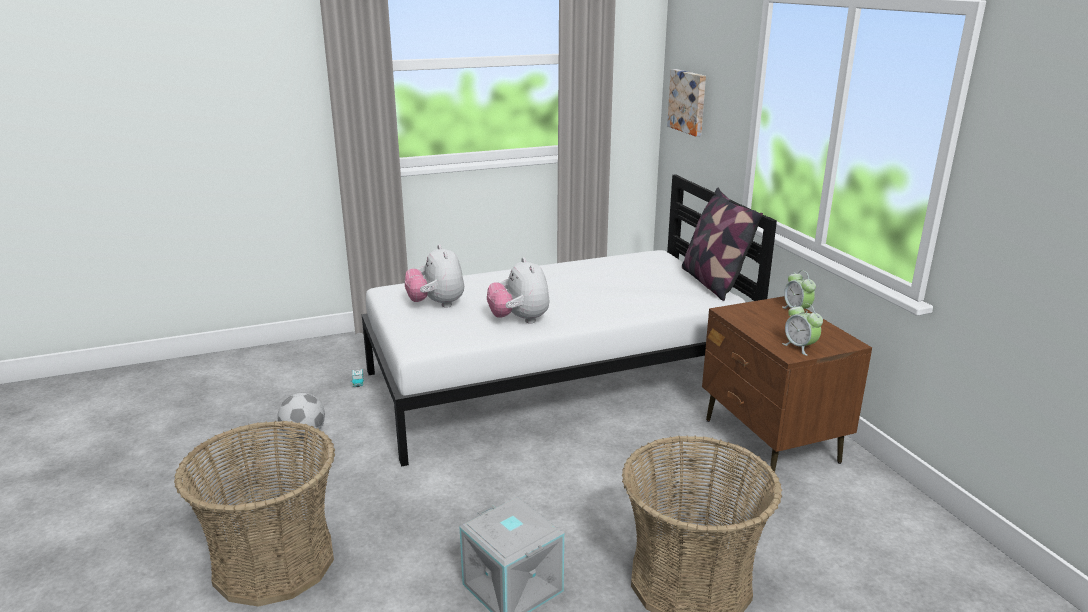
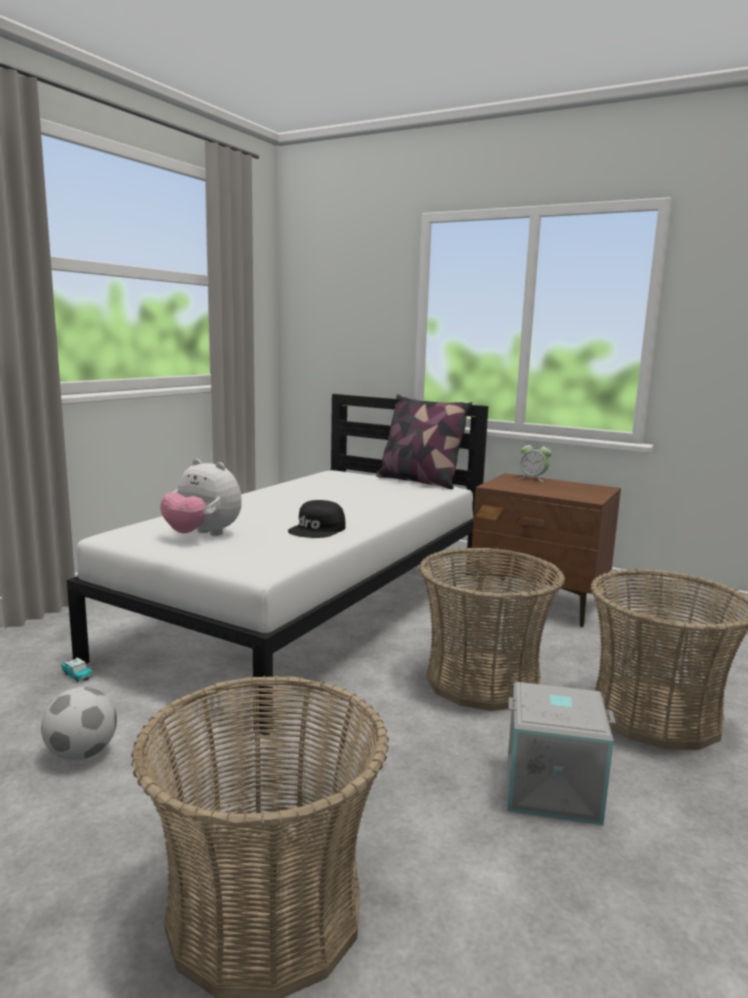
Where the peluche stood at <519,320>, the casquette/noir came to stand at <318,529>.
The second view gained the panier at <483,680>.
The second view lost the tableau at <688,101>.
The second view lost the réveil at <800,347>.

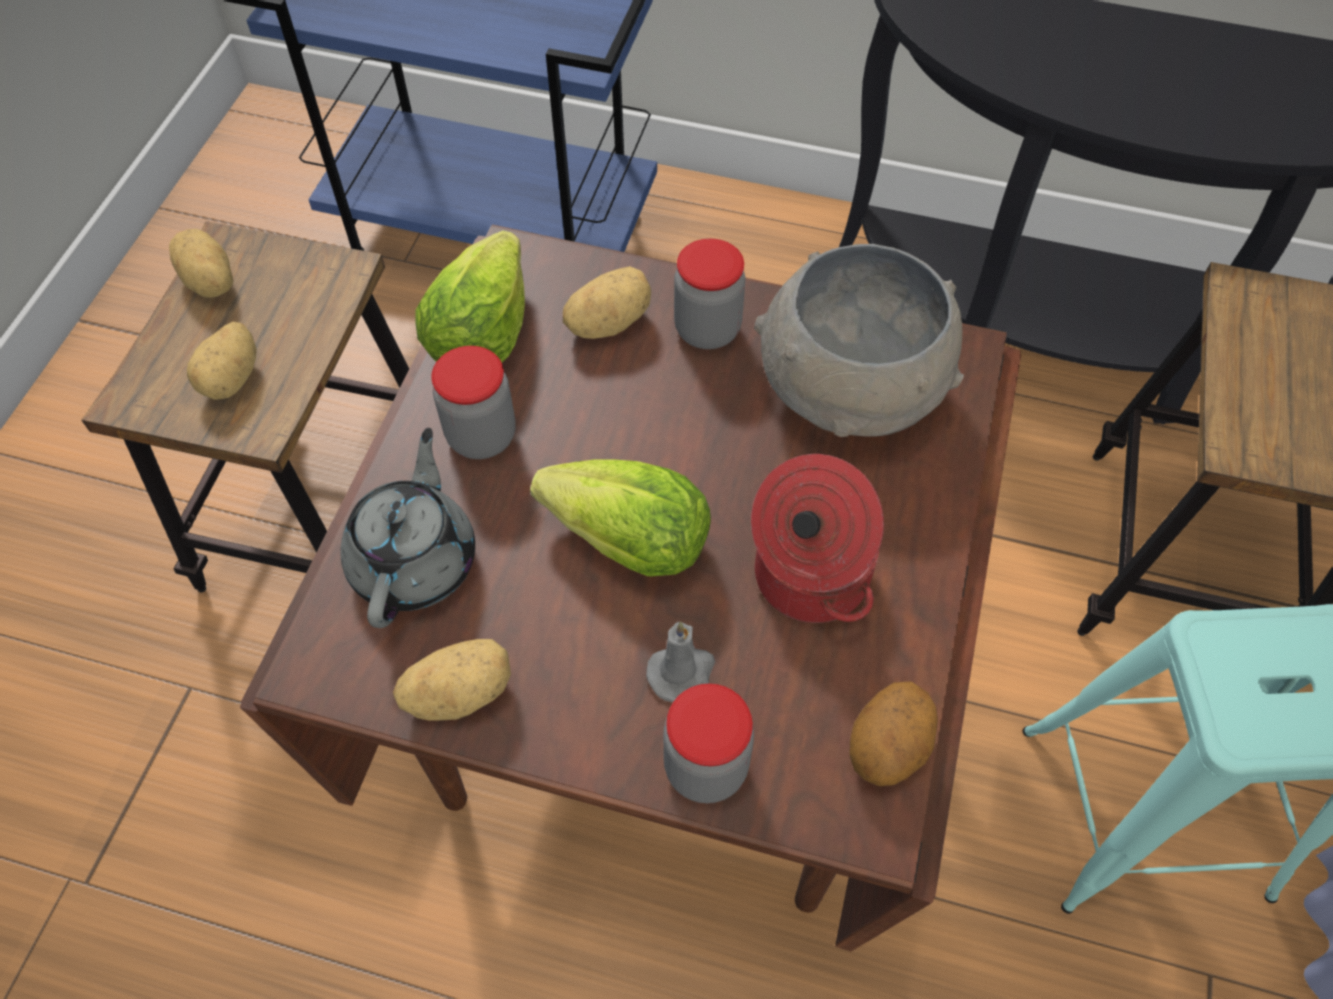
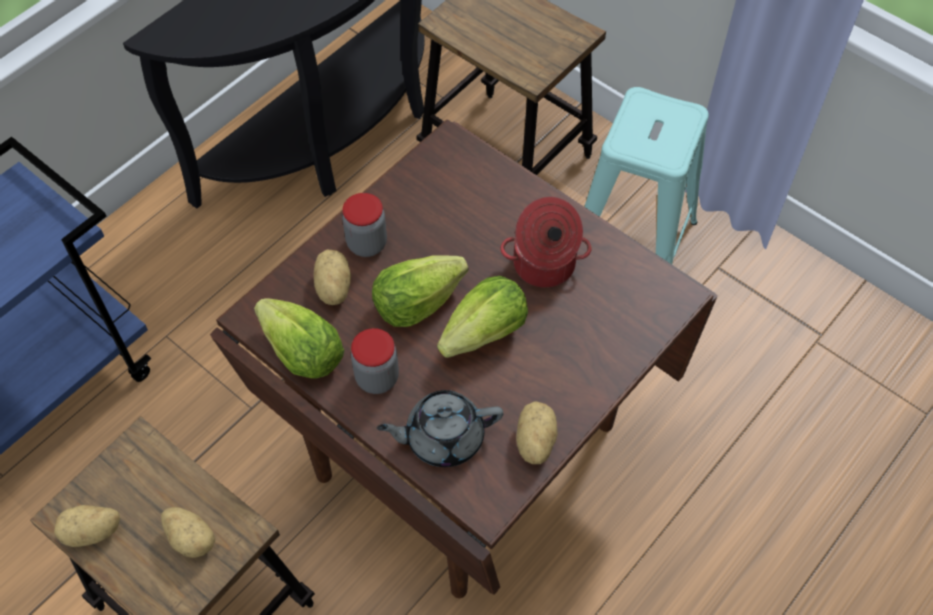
The second view gained the laitue at <416,303>.
The théière/gris at <415,560> ended up facing another way, 45 degrees counterclockwise from before.
The second view lost the bougie/gris at <682,672>.
The second view lost the bocal at <705,767>.
The second view lost the bol/gris at <850,389>.
The second view lost the pomme de terre at <888,748>.

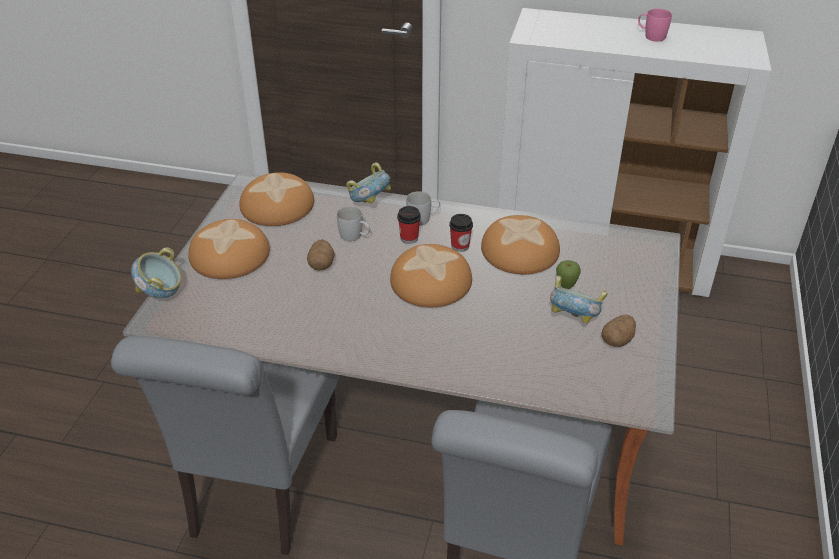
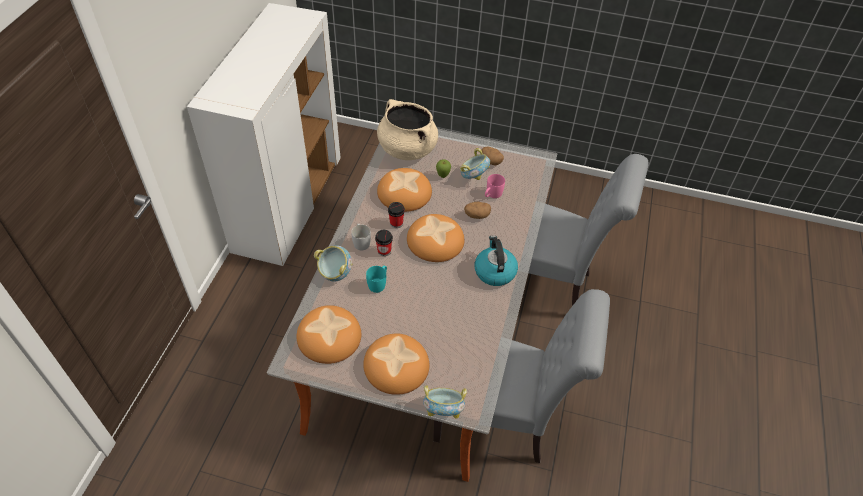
What was the mug/blanc at <355,236> turned into the mug/turquoise at <378,283>.
The second view gained the marmite/beige at <407,149>.
The pomme de terre ended up elsewhere, having gone from <321,264> to <476,215>.
The second view gained the bouilloire at <494,271>.
The mug/rose ended up elsewhere, having gone from <651,36> to <492,195>.

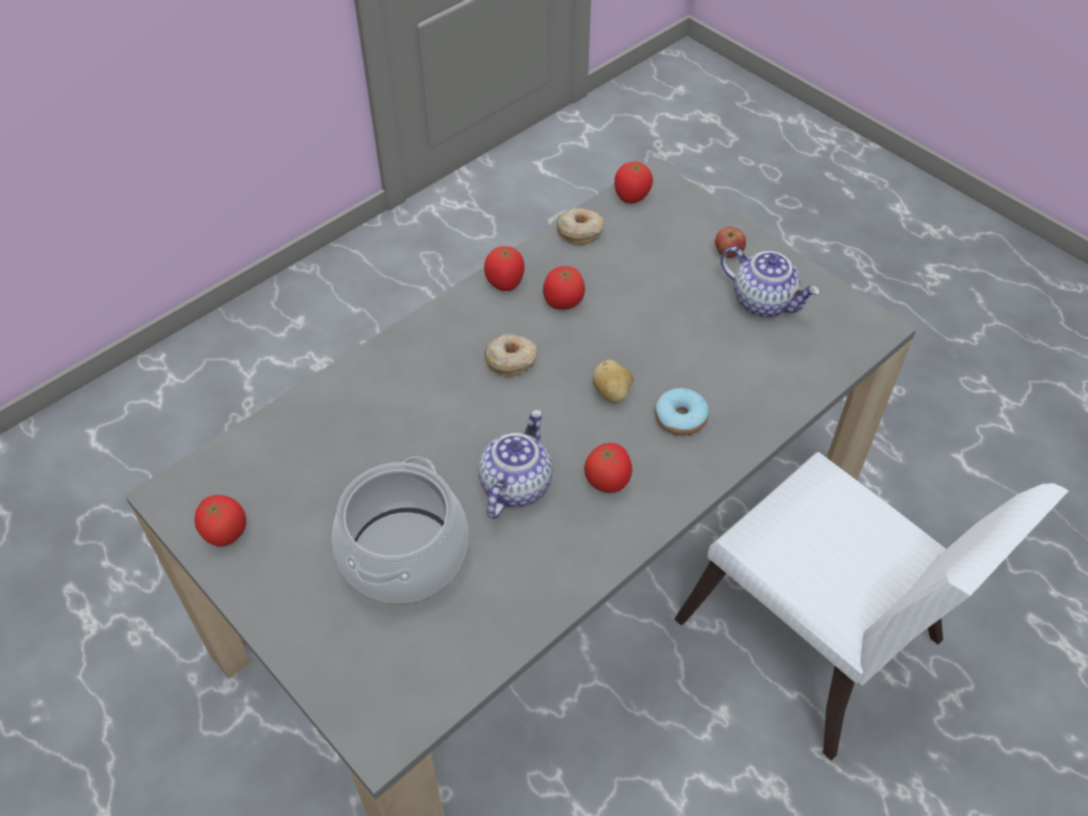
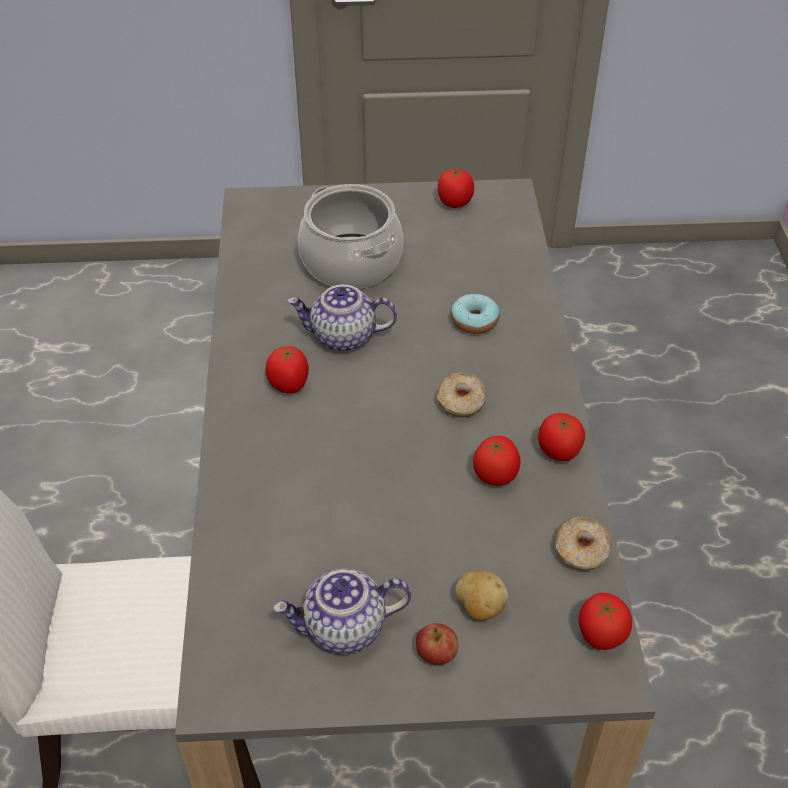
The théière at <515,485> ended up facing another way, 120 degrees clockwise from before.
The beignet ended up elsewhere, having gone from <680,418> to <474,320>.
The pomme de terre ended up elsewhere, having gone from <612,393> to <479,607>.

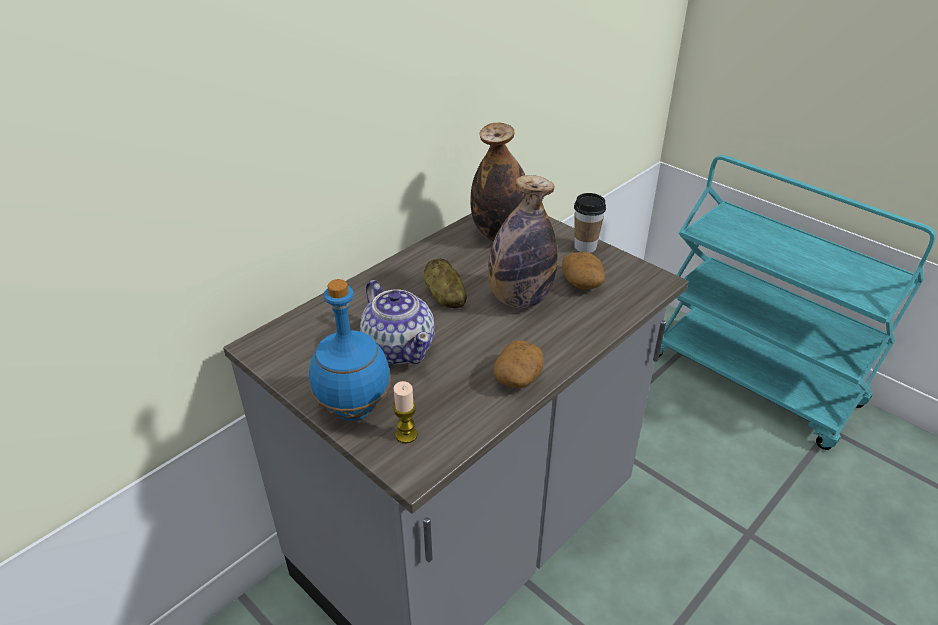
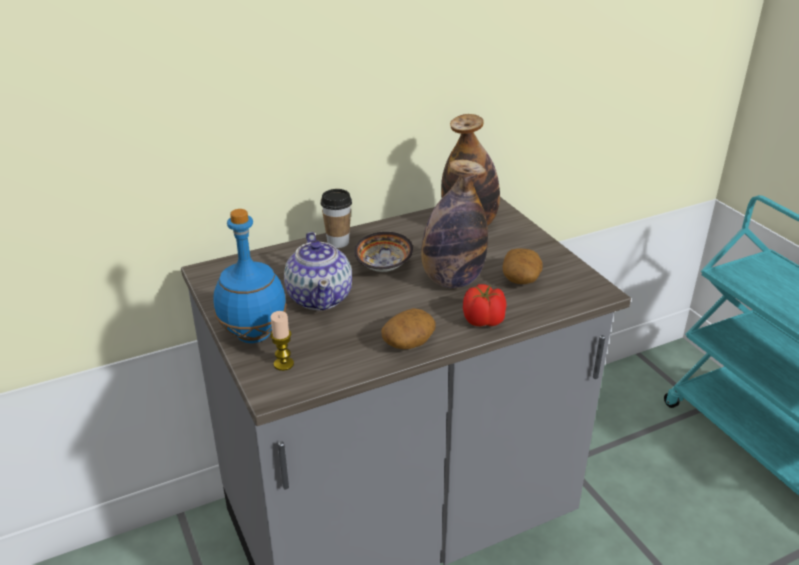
The tasse ended up elsewhere, having gone from <585,247> to <338,242>.
Where the pomme de terre stood at <445,297>, the bol came to stand at <385,265>.
The second view gained the tomate at <484,321>.

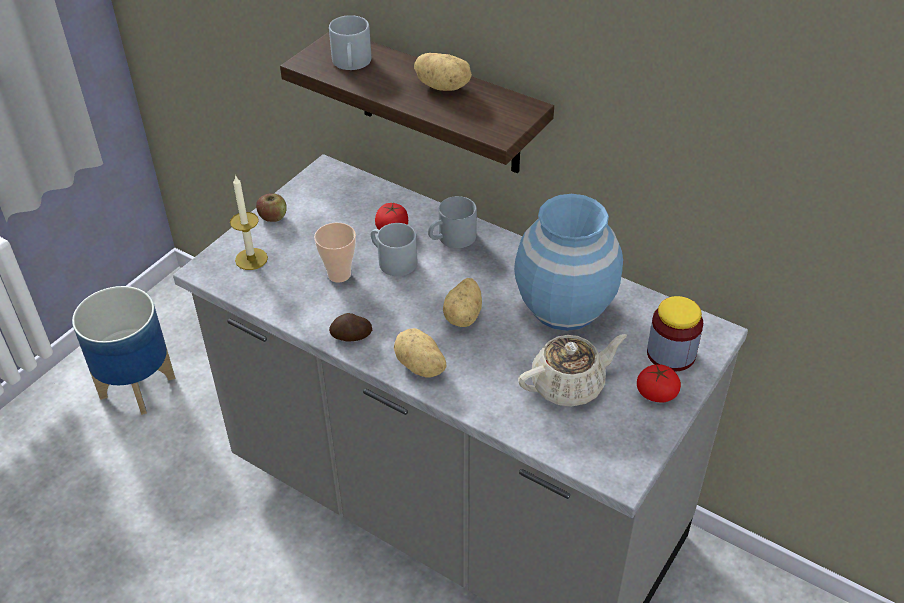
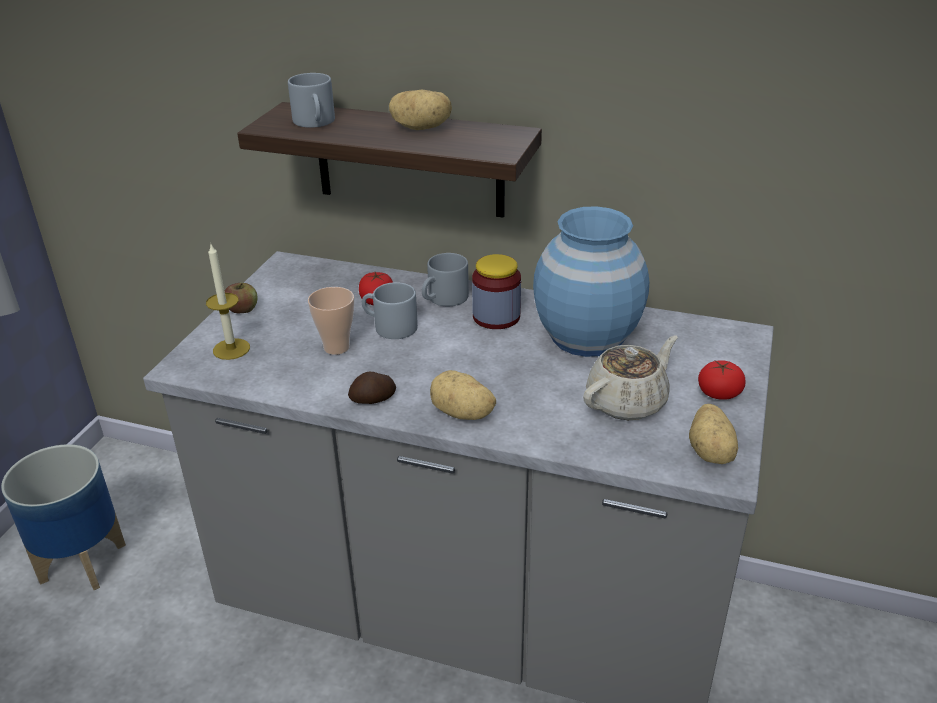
The bocal ended up elsewhere, having gone from <671,354> to <496,317>.
The pomme de terre ended up elsewhere, having gone from <464,316> to <711,452>.

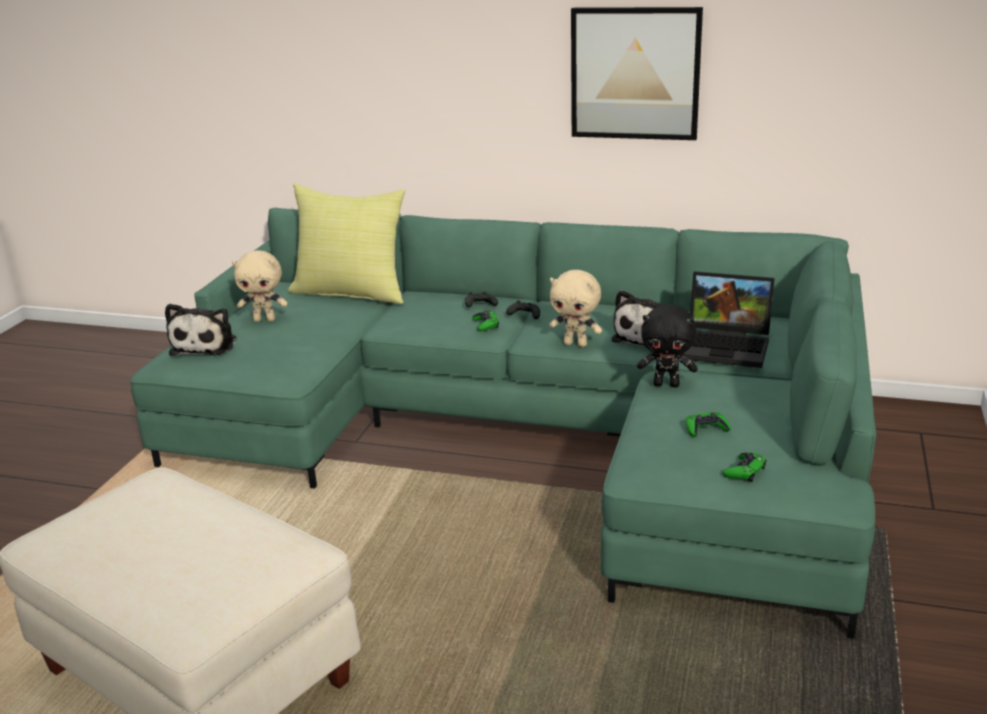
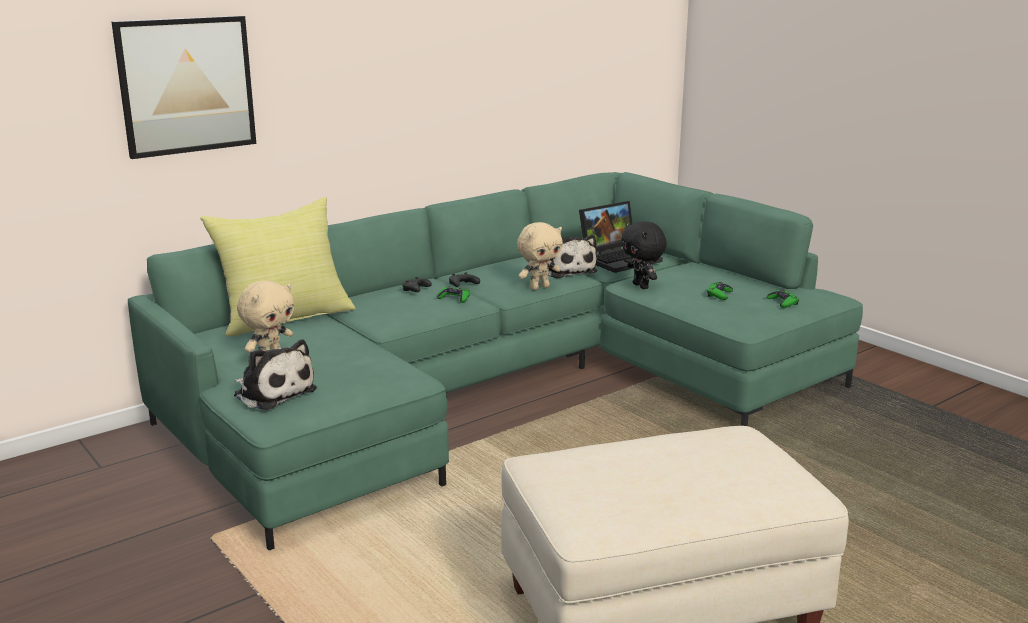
The tableau ended up elsewhere, having gone from <635,73> to <186,85>.
The peluche/noir at <667,384> ended up facing another way, 105 degrees clockwise from before.

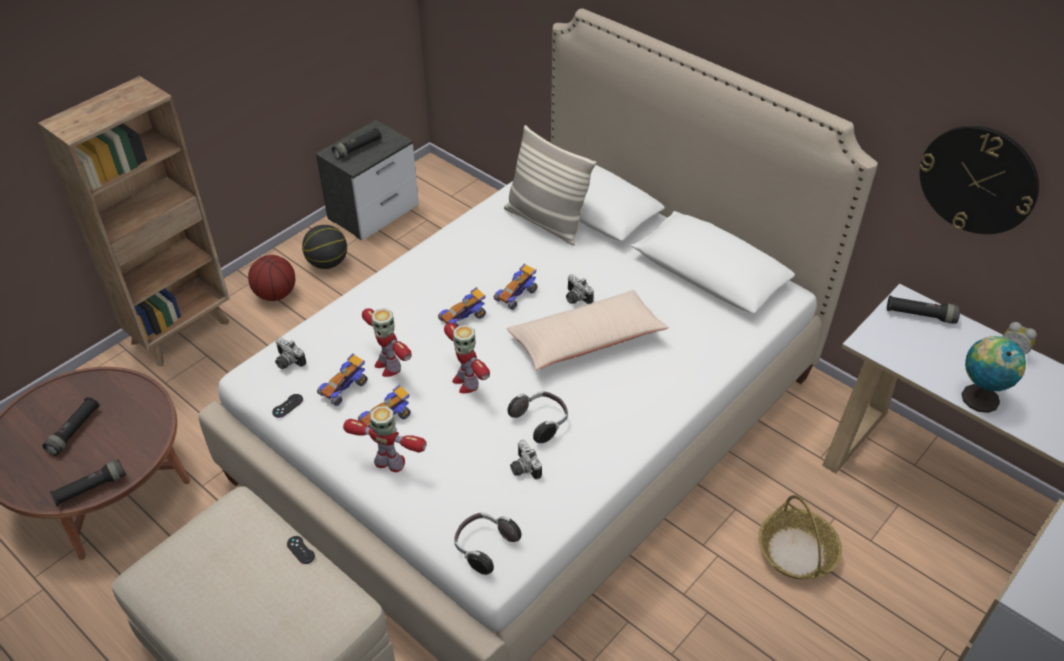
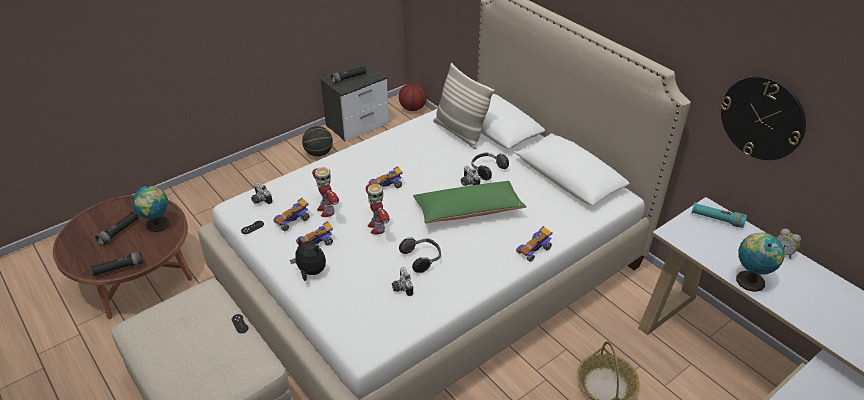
The second view gained the globe at <158,225>.
Where the robot jouet stood at <390,463>, the peluche came to stand at <310,272>.
The ballon de basket ended up elsewhere, having gone from <275,294> to <412,108>.
What was the coussin/beige at <586,340> turned into the coussin/vert at <468,210>.
The casque audio ended up elsewhere, having gone from <484,547> to <487,170>.
The petite voiture ended up elsewhere, having gone from <516,294> to <534,249>.
What was the lampe de poche/noir at <920,315> turned into the lampe de poche/turquoise at <716,219>.
The second view lost the bibliothèque/marron at <182,331>.

